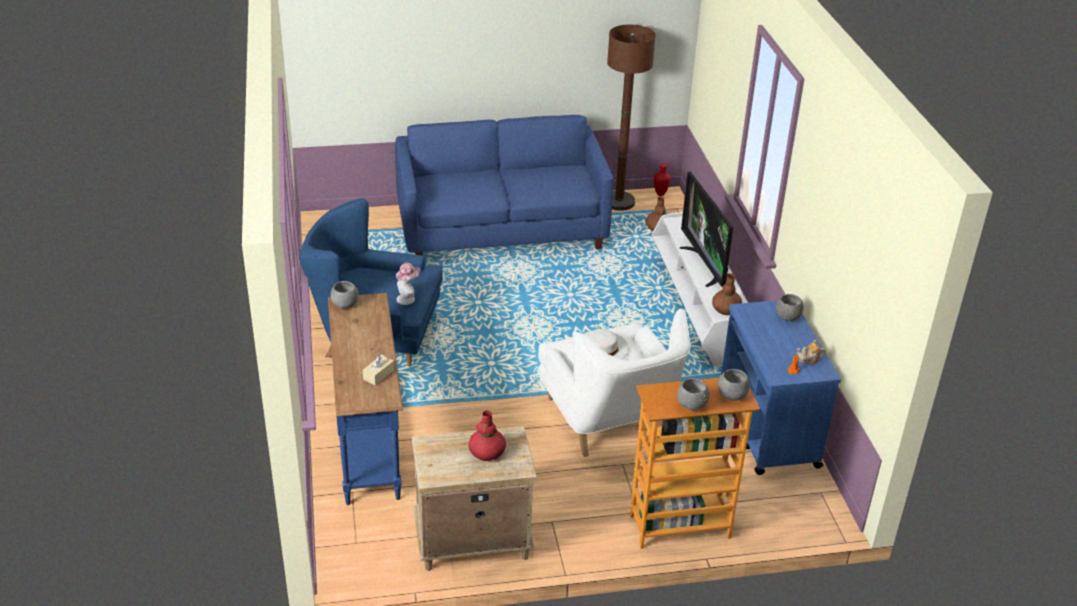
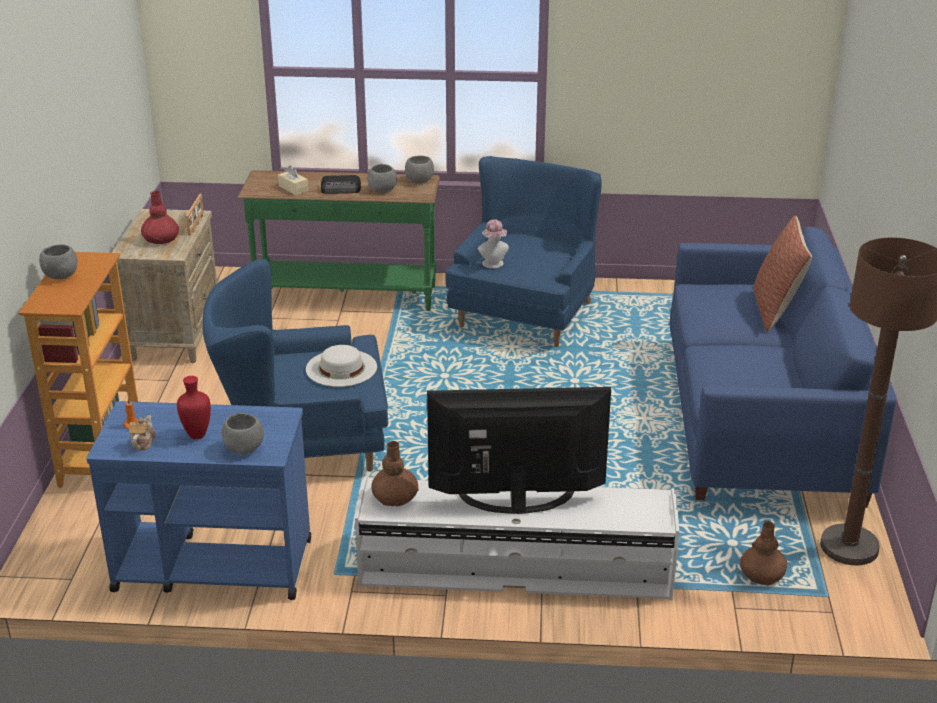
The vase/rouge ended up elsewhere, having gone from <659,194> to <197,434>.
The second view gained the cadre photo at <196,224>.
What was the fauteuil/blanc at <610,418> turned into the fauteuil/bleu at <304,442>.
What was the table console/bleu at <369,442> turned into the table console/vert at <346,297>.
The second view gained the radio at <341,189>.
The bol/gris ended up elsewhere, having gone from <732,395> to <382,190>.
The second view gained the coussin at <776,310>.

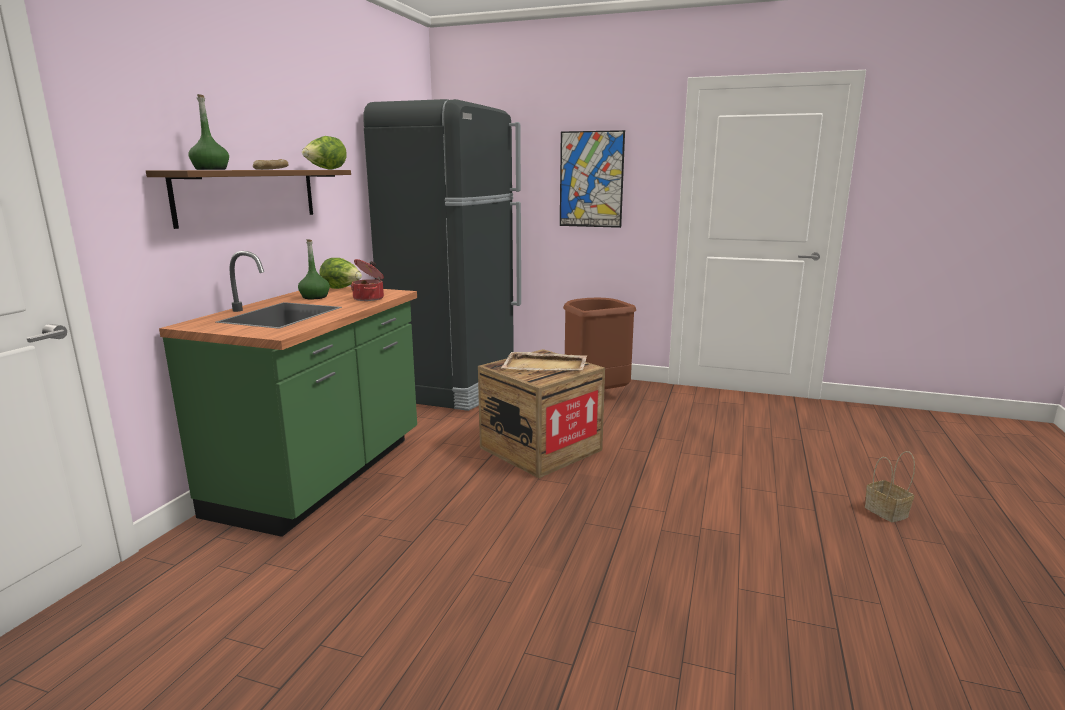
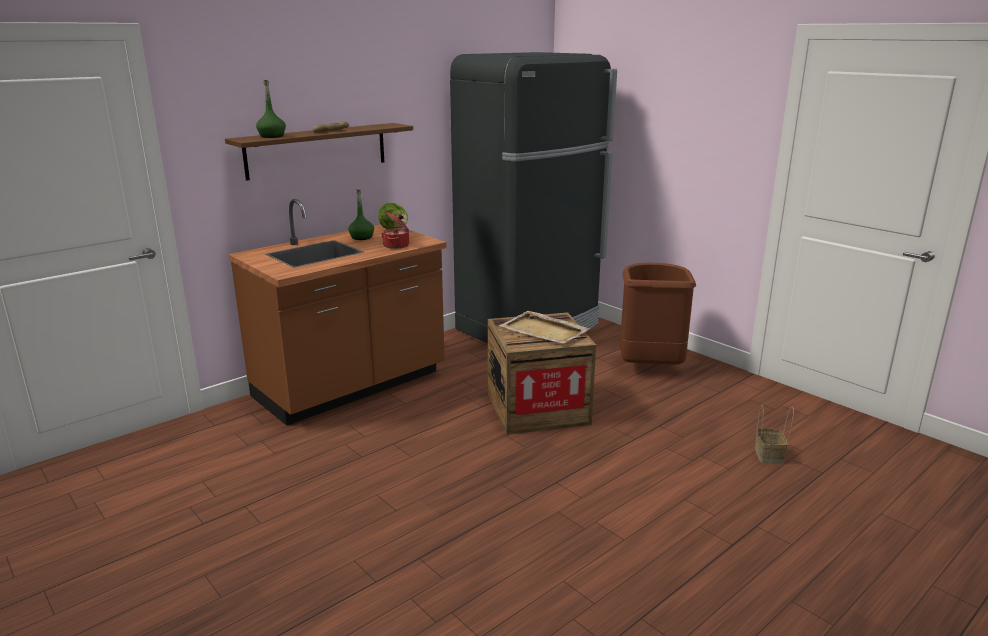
What was the comptoir de cuisine/vert at <323,476> turned into the comptoir de cuisine/marron at <351,386>.
The panier ended up elsewhere, having gone from <887,512> to <769,456>.
The second view lost the laitue at <326,169>.
The second view lost the tableau at <591,179>.

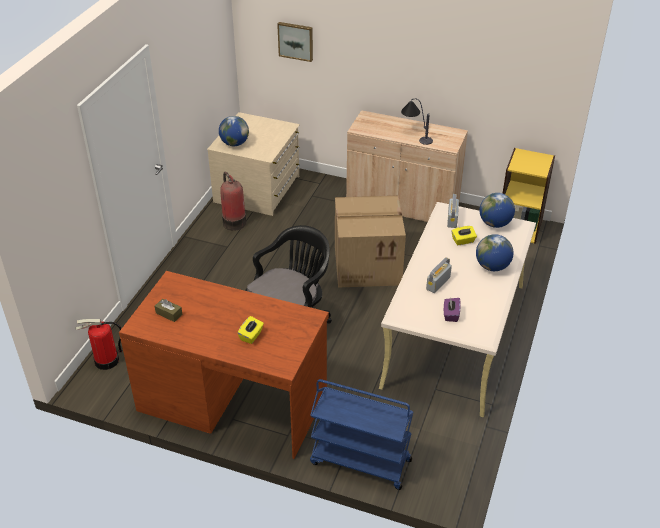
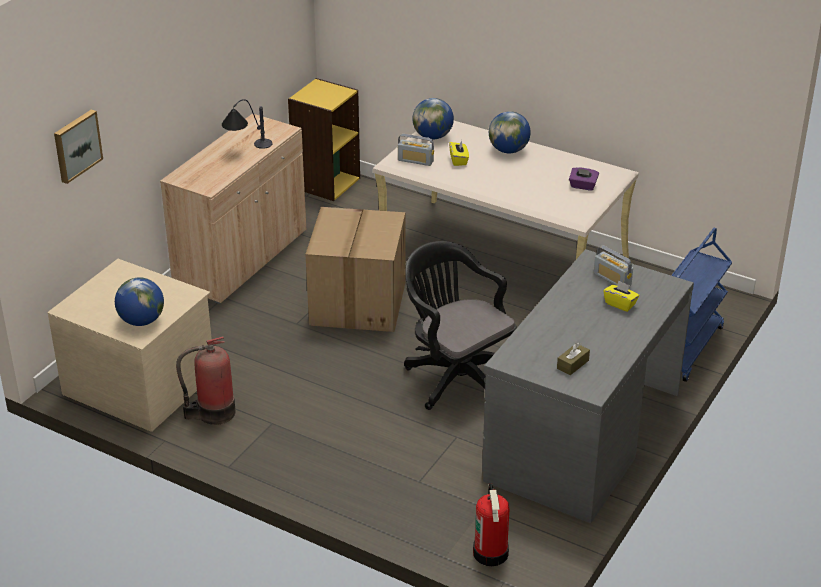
What was the bureau/marron at <232,400> turned into the bureau/gris at <582,436>.
The radio ended up elsewhere, having gone from <438,283> to <612,279>.

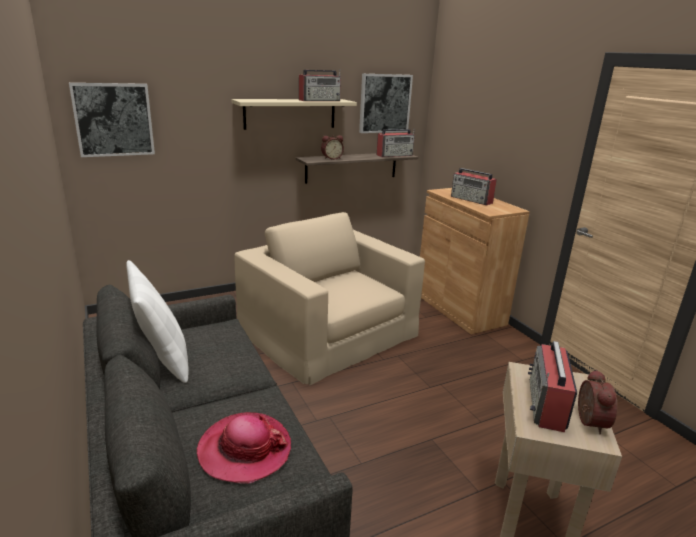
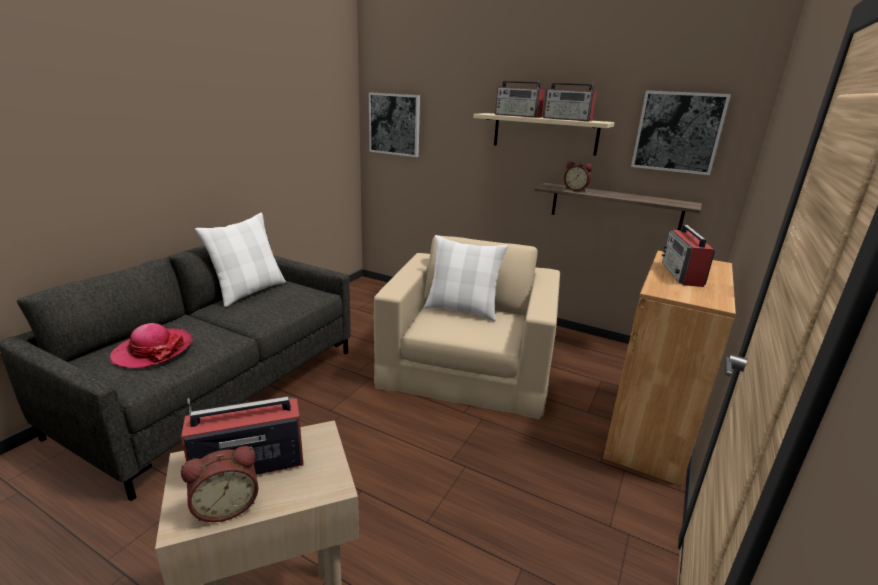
The second view gained the coussin/blanc at <462,310>.
The radio ended up elsewhere, having gone from <395,155> to <518,116>.

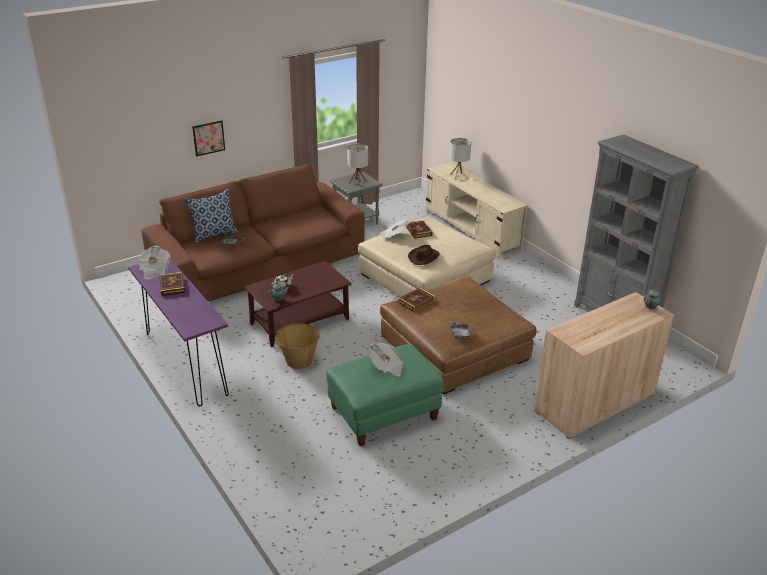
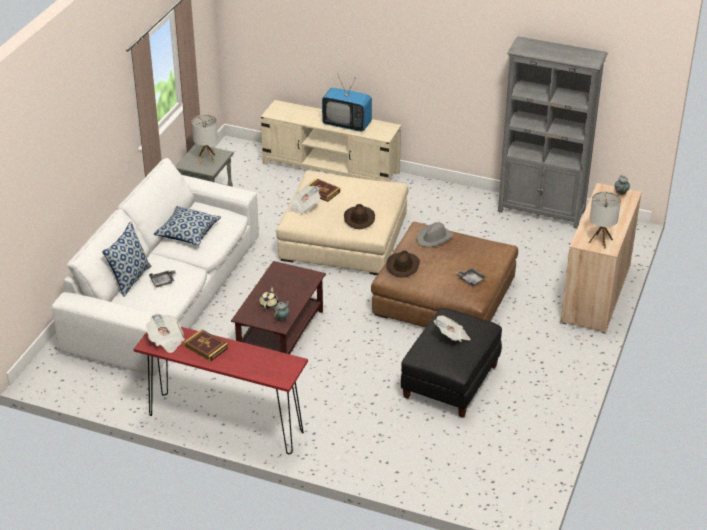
What was the canapé/marron at <259,264> turned into the canapé/blanc at <167,293>.
What was the table console/violet at <185,363> turned into the table console/rouge at <225,424>.
The second view gained the coussin at <187,233>.
The second view gained the téléviseur at <347,124>.
Where the livre stood at <416,301>, the chapeau/marron came to stand at <403,266>.
What was the pouf/vert at <384,413> turned into the pouf/noir at <450,382>.
The second view gained the chapeau/gris at <434,238>.
The lampe de table ended up elsewhere, having gone from <458,176> to <600,241>.
The second view lost the tableau at <208,138>.
The second view lost the panier at <298,360>.

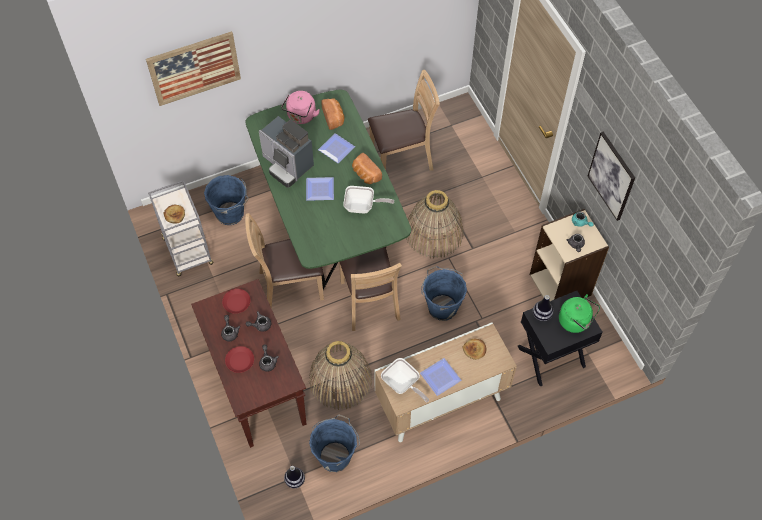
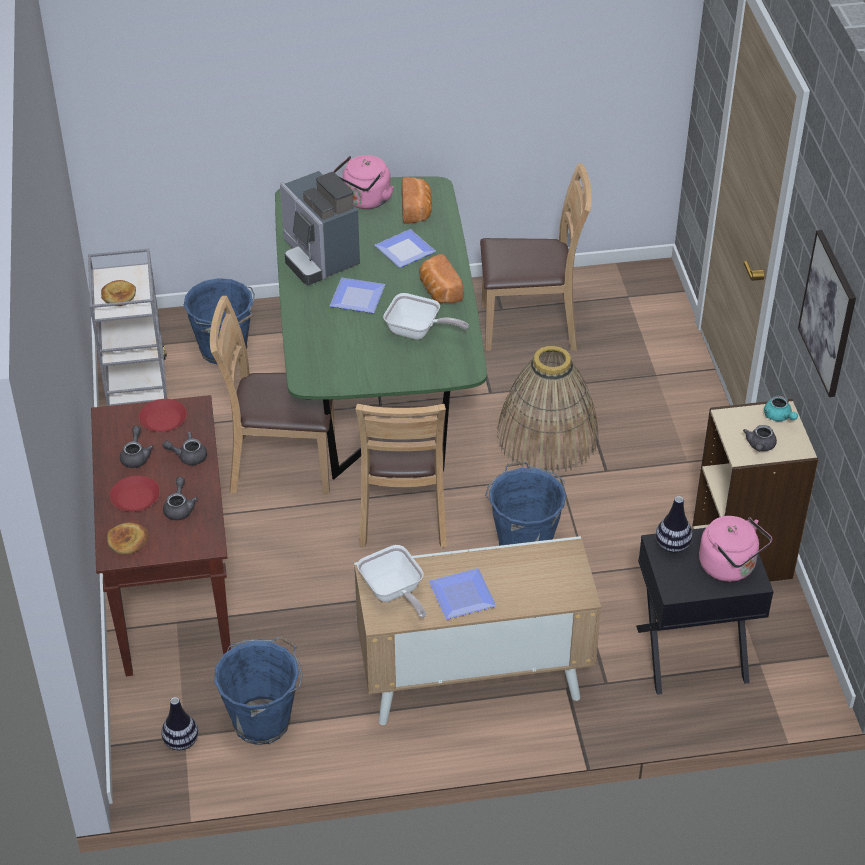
The pain ended up elsewhere, having gone from <474,349> to <127,540>.
What was the bouilloire/vert at <576,321> turned into the bouilloire/rose at <730,567>.
The second view lost the tableau at <194,68>.
The second view lost the panier at <340,380>.

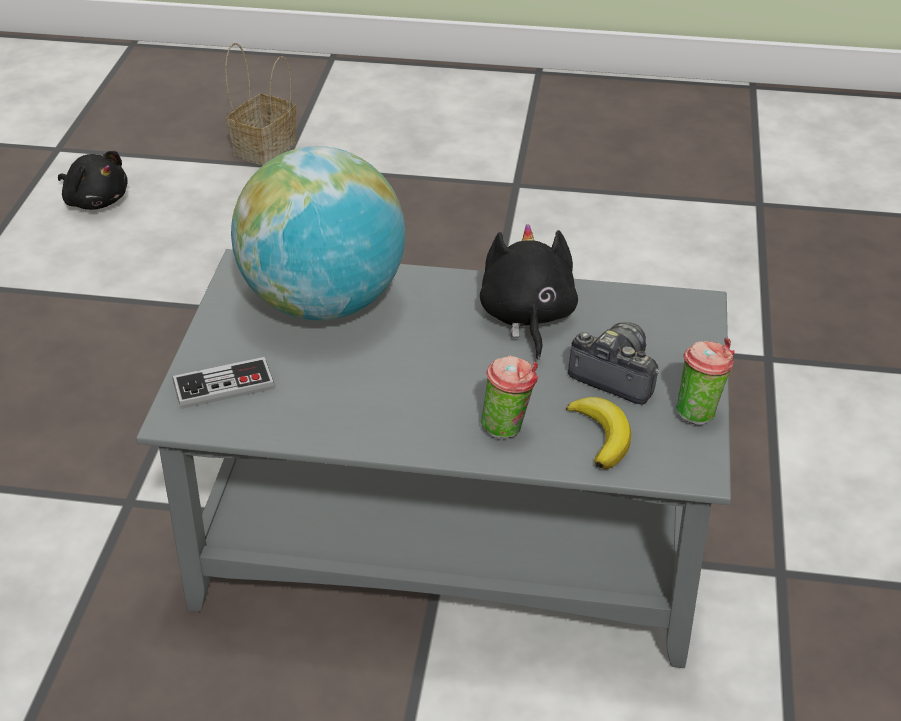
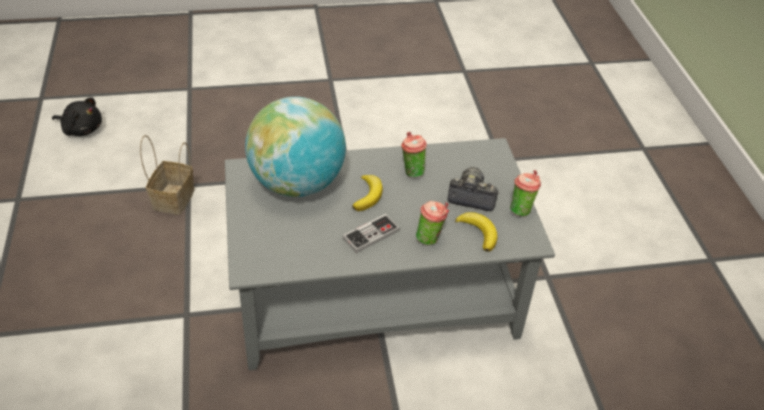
The panier ended up elsewhere, having gone from <264,150> to <174,200>.
The manette ended up elsewhere, having gone from <224,386> to <371,234>.
The second view gained the banane at <368,195>.
Where the peluche/noir stood at <527,317>, the tasse came to stand at <411,171>.

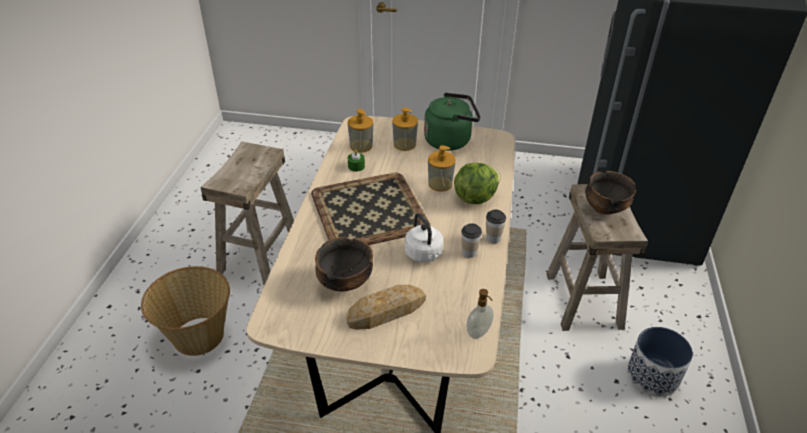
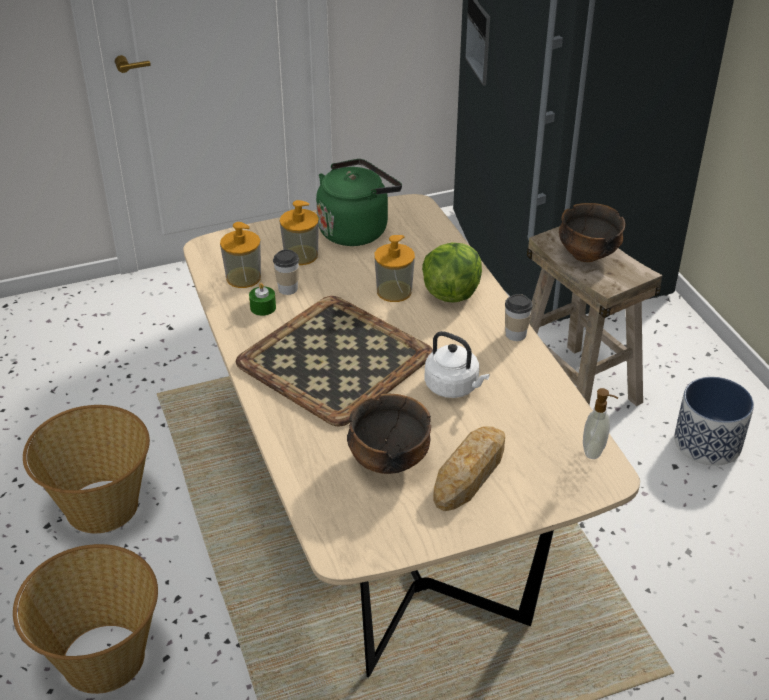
Where the tabouret/beige stood at <259,255>, the panier came to stand at <100,506>.
The tasse ended up elsewhere, having gone from <469,252> to <288,288>.

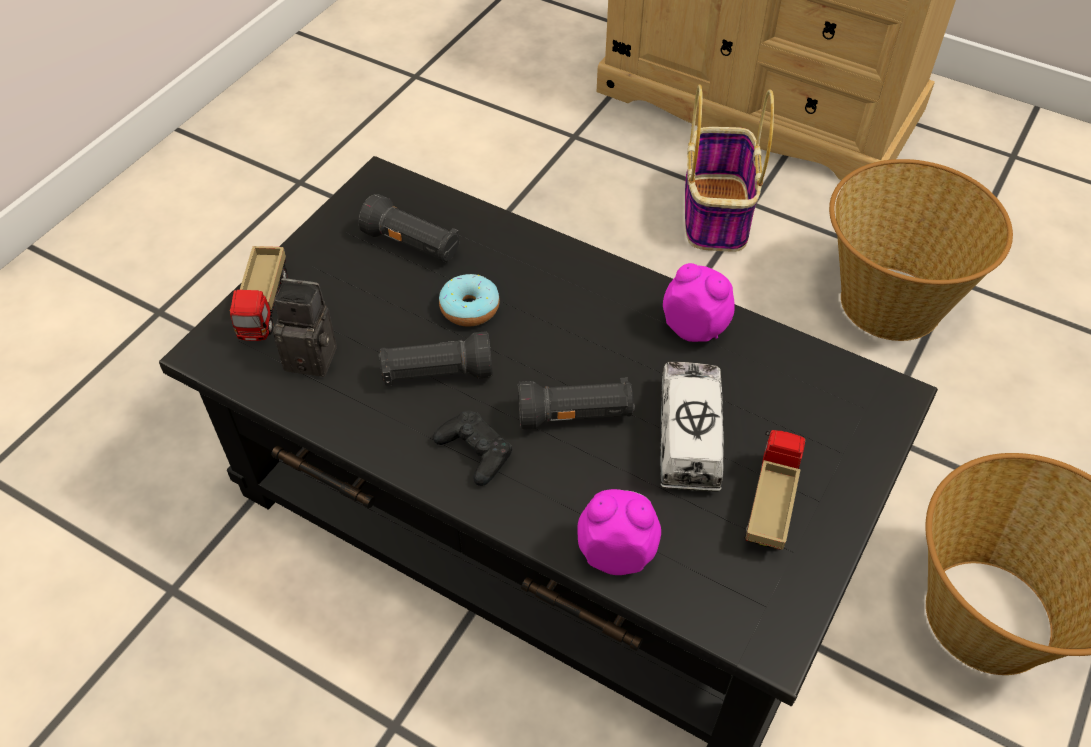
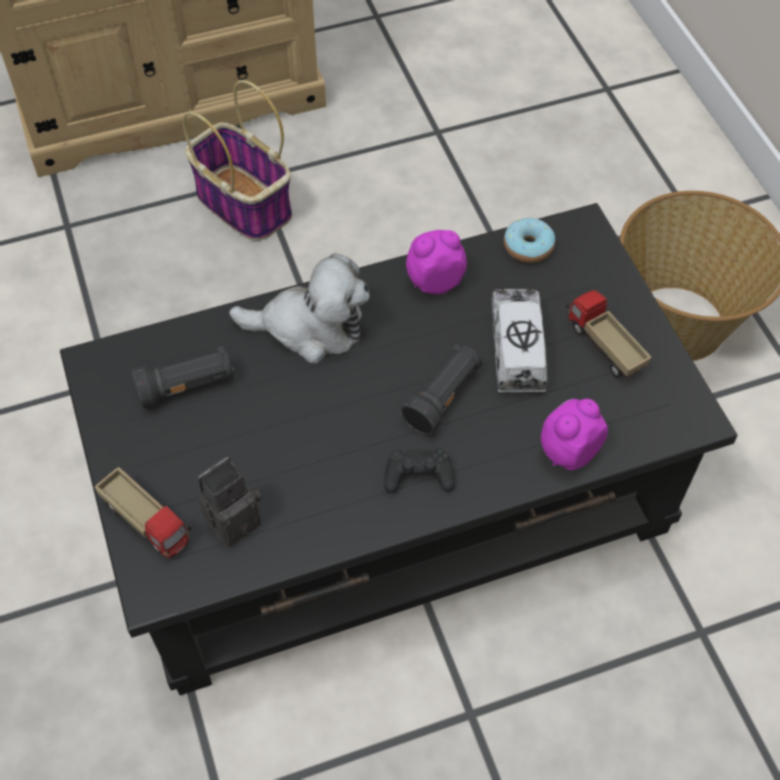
The second view gained the peluche at <310,327>.
The camion jouet at <689,436> ended up facing another way, 45 degrees clockwise from before.
The beignet ended up elsewhere, having gone from <470,308> to <528,247>.
The second view lost the lampe de poche/noir at <436,374>.
The second view lost the panier at <888,303>.

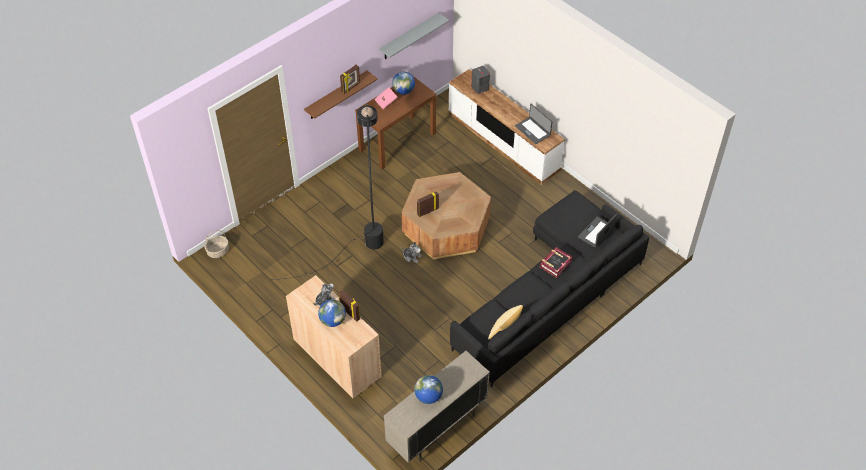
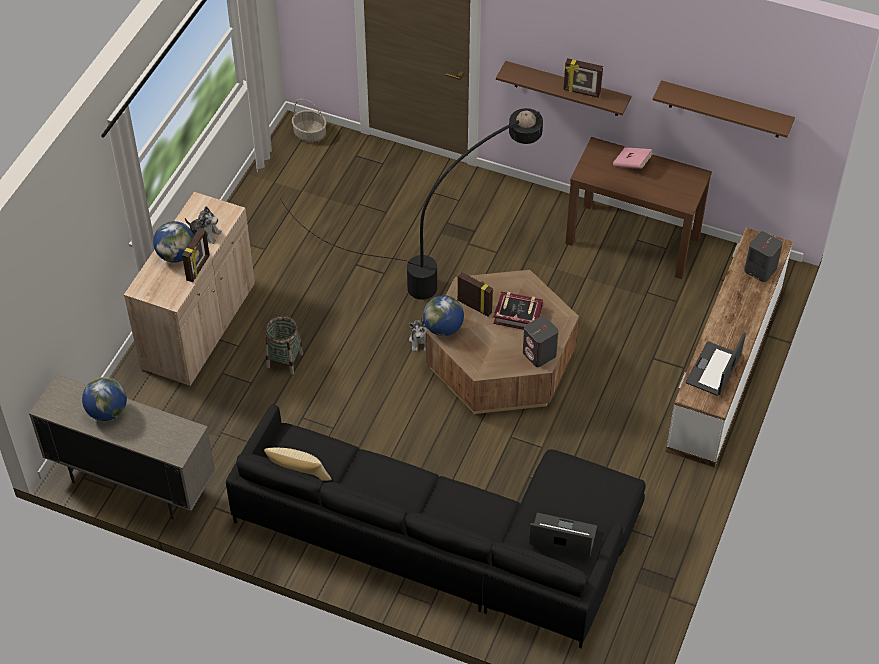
The second view gained the panier at <284,360>.
The globe ended up elsewhere, having gone from <403,91> to <443,328>.
The livre ended up elsewhere, having gone from <555,264> to <518,314>.
The second view gained the enceinte/gris at <539,354>.
What was the étagère/gris at <409,37> turned into the étagère/marron at <725,110>.

